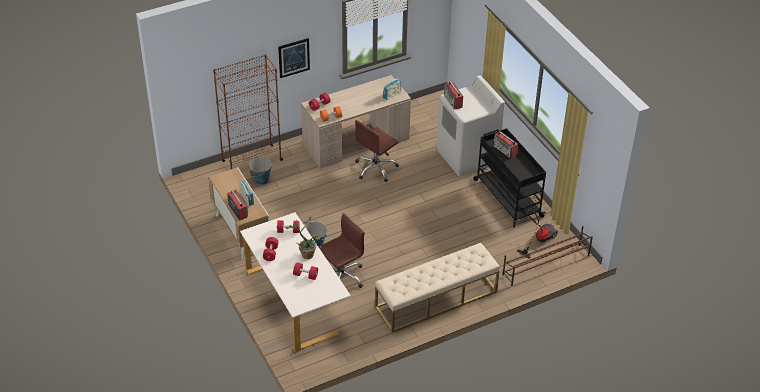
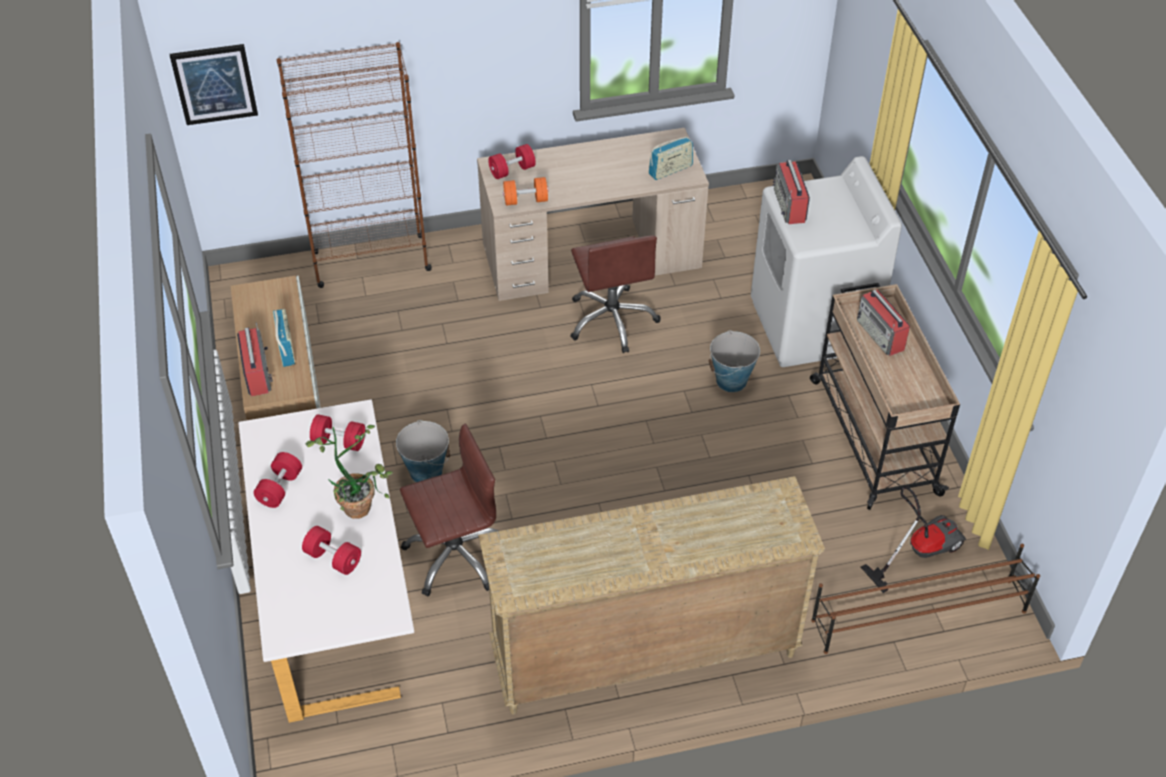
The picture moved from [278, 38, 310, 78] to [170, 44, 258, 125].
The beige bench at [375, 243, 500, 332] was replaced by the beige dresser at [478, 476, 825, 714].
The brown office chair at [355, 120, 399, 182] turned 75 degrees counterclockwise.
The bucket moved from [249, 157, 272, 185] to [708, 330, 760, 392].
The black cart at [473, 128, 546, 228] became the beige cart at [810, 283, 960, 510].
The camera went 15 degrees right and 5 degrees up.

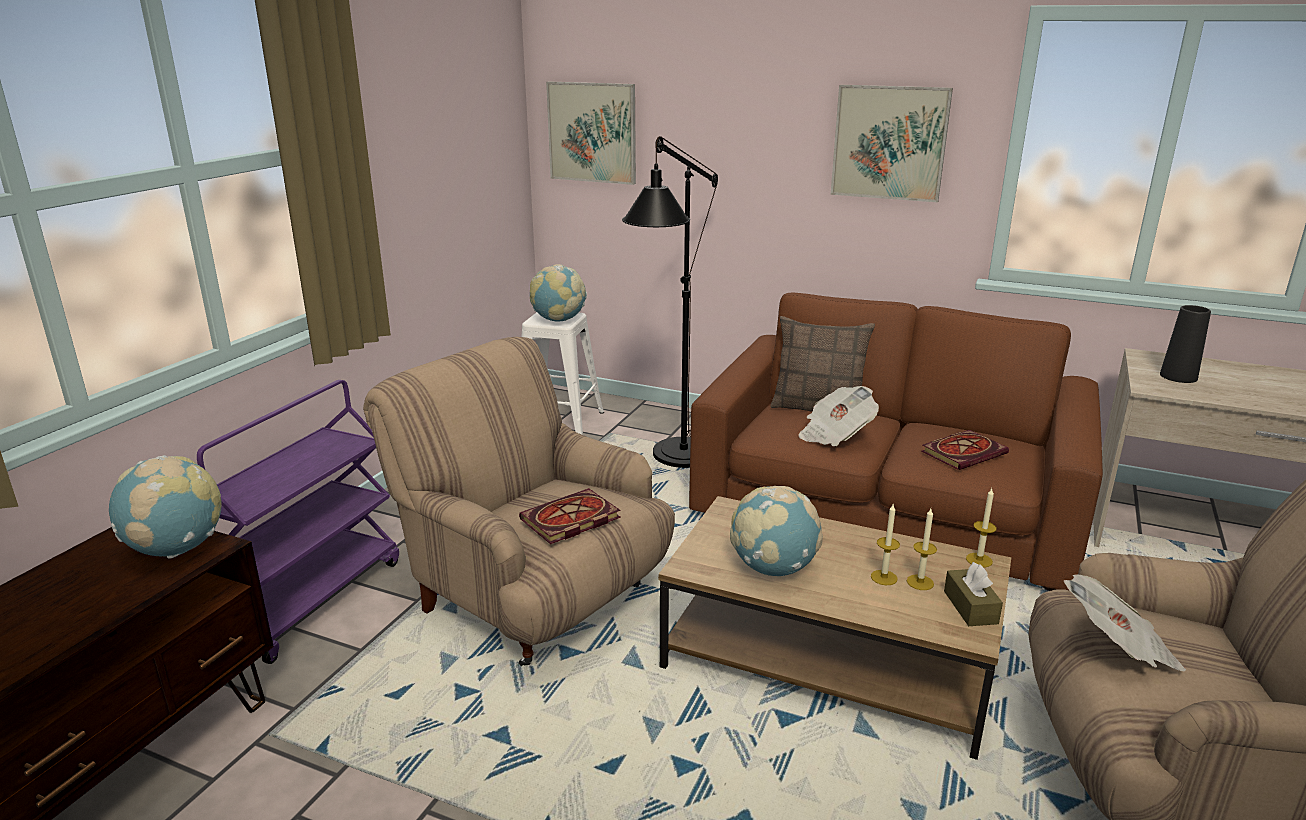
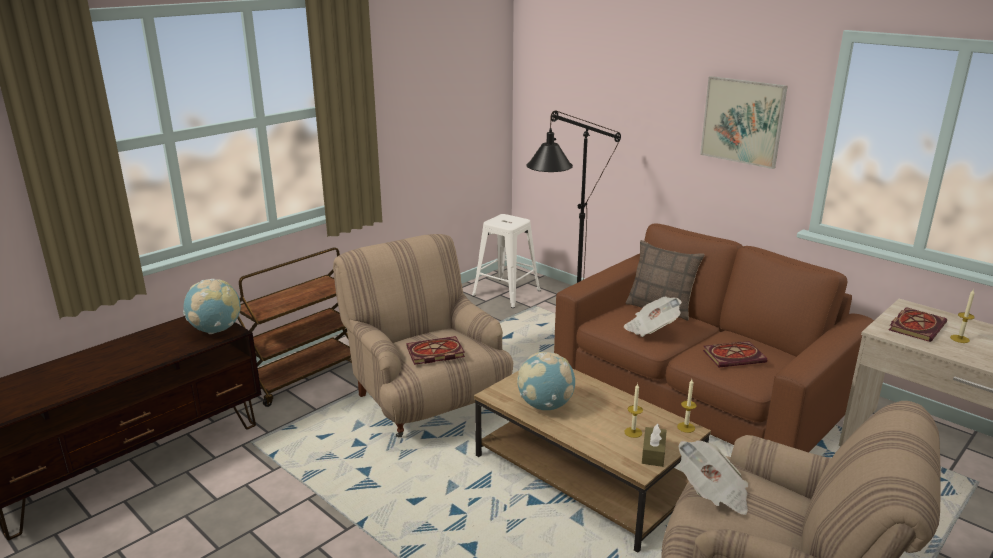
The purple cart at [197, 380, 399, 664] became the brown cart at [237, 247, 352, 407].
The black vase at [1160, 305, 1211, 383] was replaced by the book at [889, 307, 947, 342].
The candle moved from [871, 504, 900, 585] to [950, 289, 975, 343].
The globe at [530, 264, 587, 322] disappeared.
The picture at [546, 82, 636, 185] disappeared.
The camera went 20 degrees right and 0 degrees up.

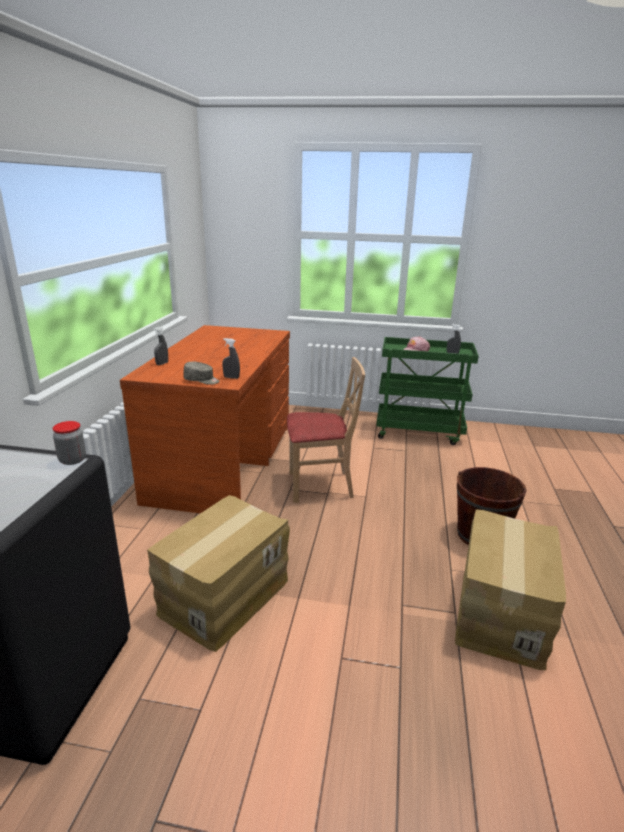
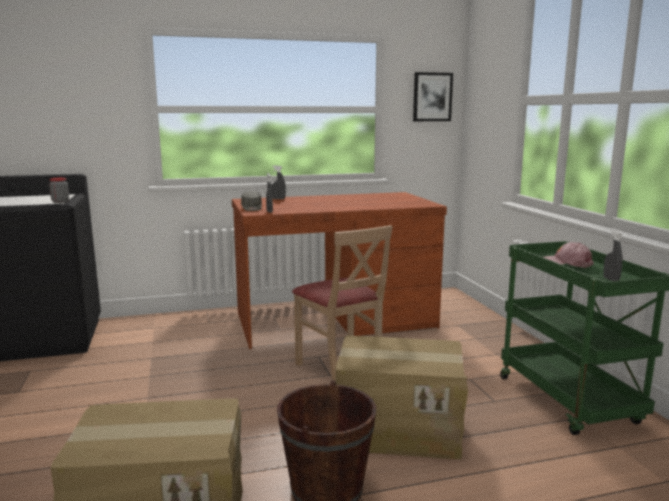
The cardboard box moved from [147, 495, 290, 652] to [336, 336, 468, 459].
The picture at [413, 72, 453, 121] appeared.
The camera went 65 degrees right and 10 degrees down.

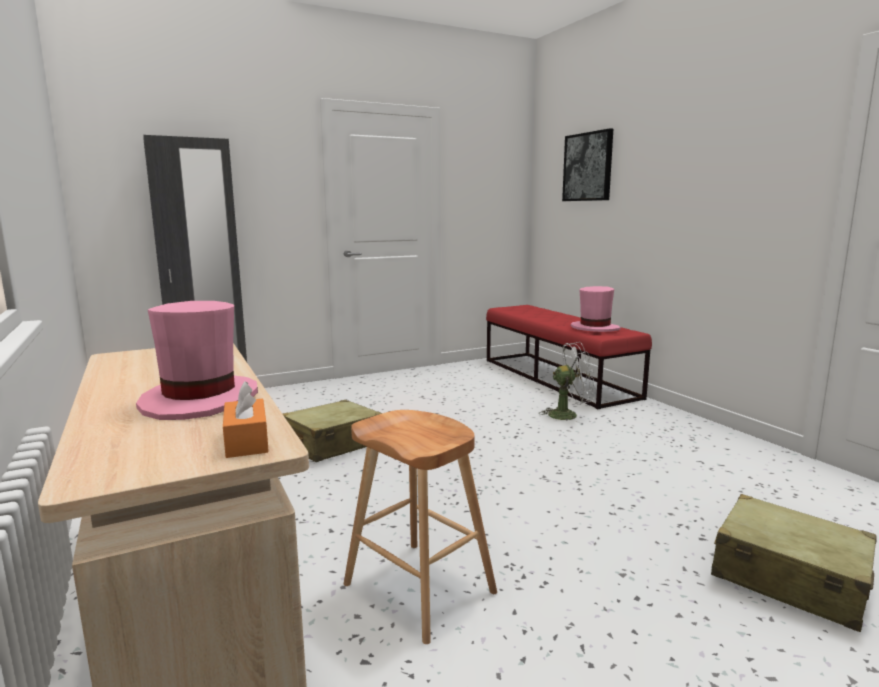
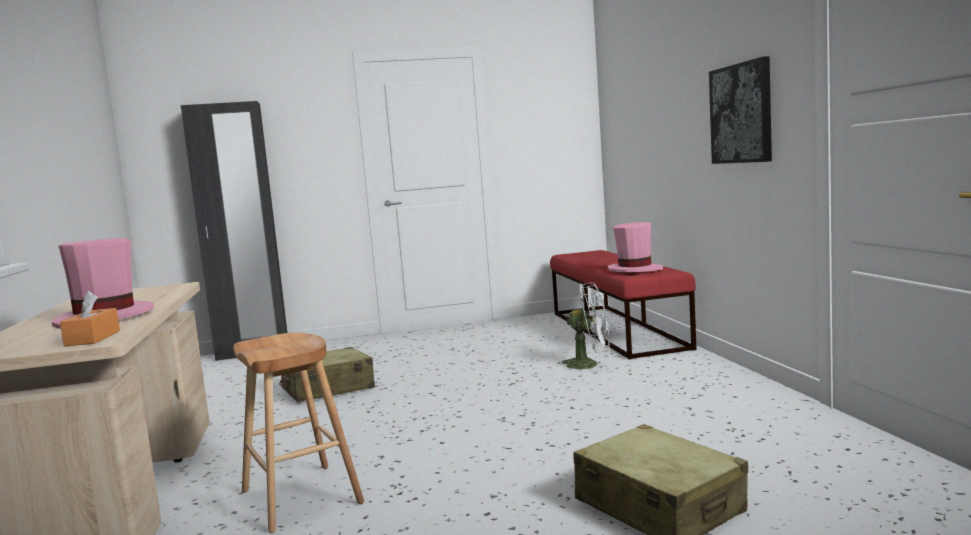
The picture moved from [562, 128, 613, 201] to [709, 56, 772, 164].
The camera went 15 degrees right and 5 degrees down.

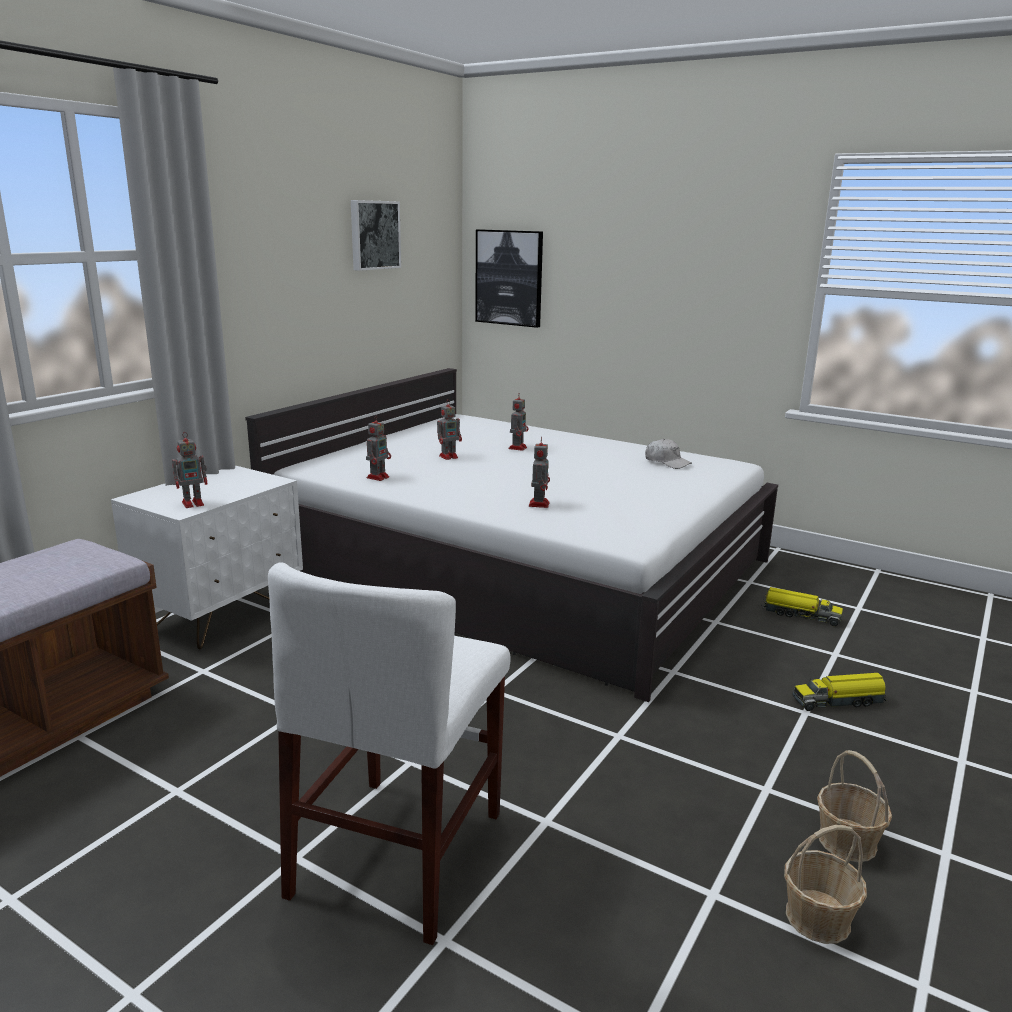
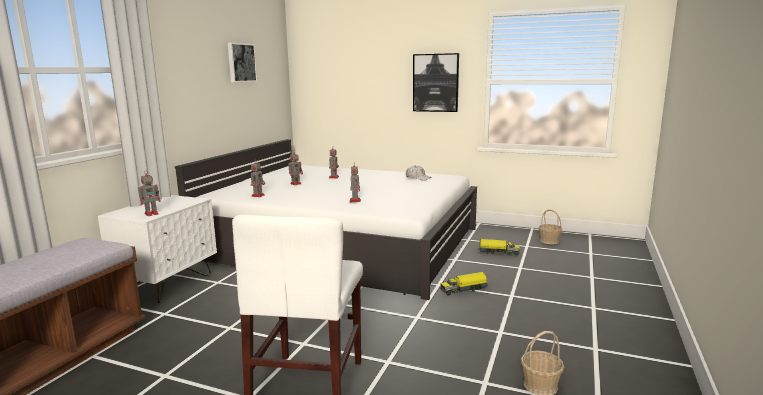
The picture moved from [475, 229, 543, 328] to [413, 53, 459, 112].
The toy truck moved from [793, 673, 887, 711] to [440, 272, 488, 295].
The basket moved from [817, 750, 892, 862] to [539, 209, 562, 244].
The camera went 10 degrees left and 5 degrees down.

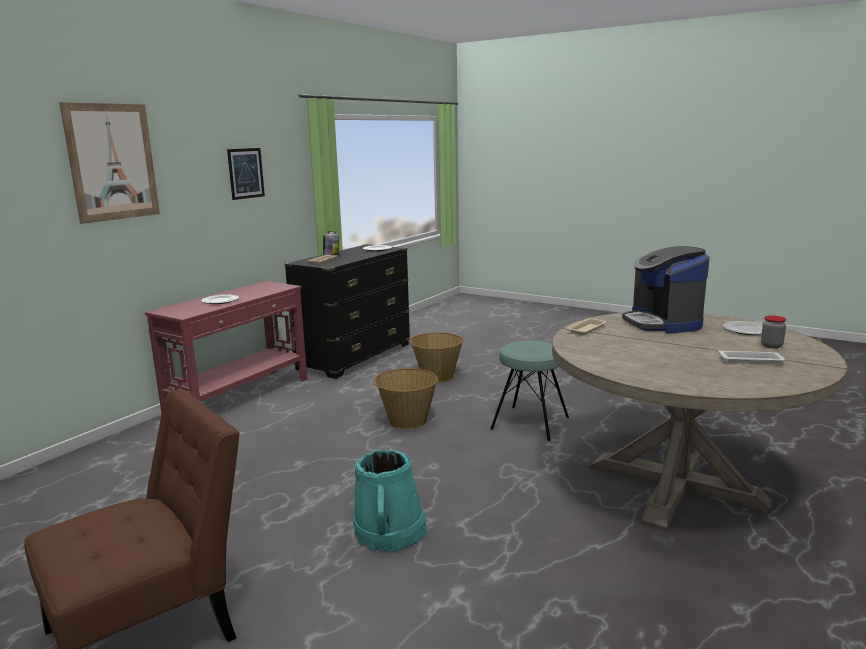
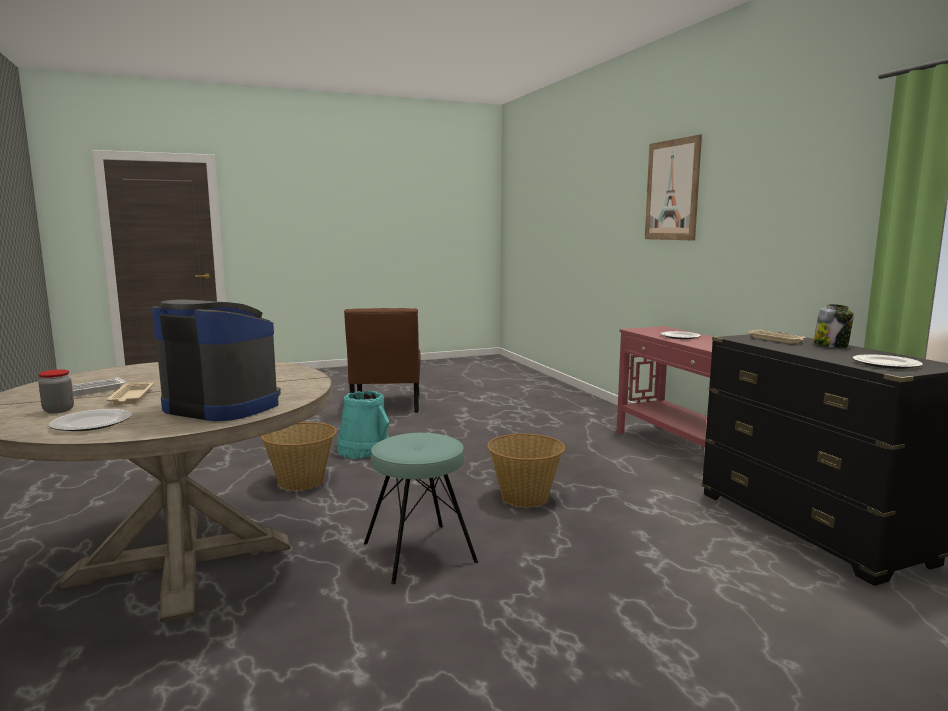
The beige tray moved from [566, 318, 607, 335] to [107, 382, 154, 405].
The basket moved from [409, 332, 463, 382] to [261, 422, 337, 491].
The picture at [227, 148, 265, 200] disappeared.
The camera went 125 degrees right and 5 degrees down.

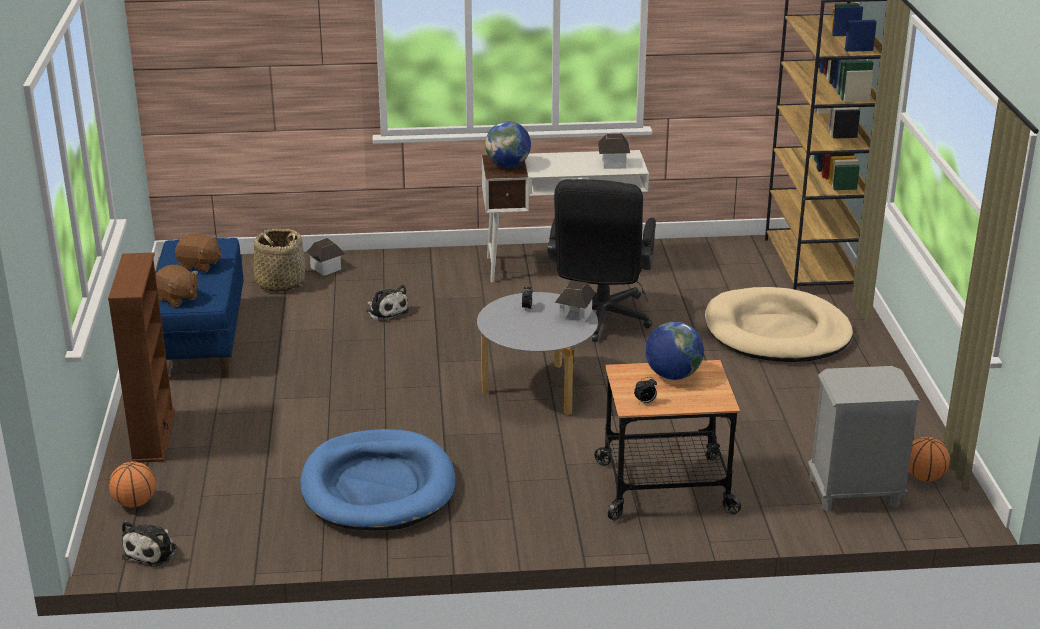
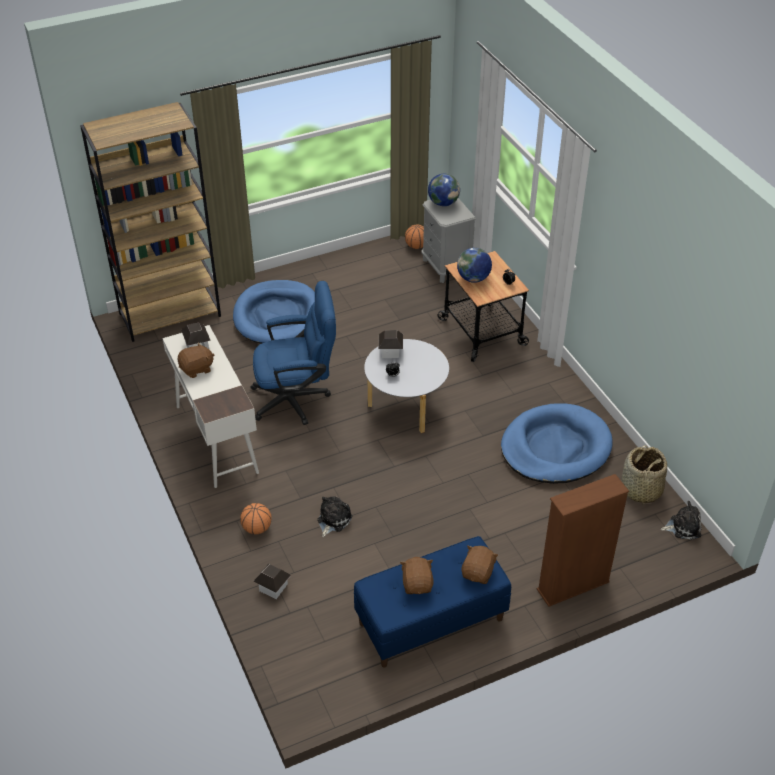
The brown plush toy at [178, 342, 215, 378] appeared.
The beige dog bed at [705, 287, 853, 362] became the blue dog bed at [233, 280, 315, 344].
The basketball moved from [109, 461, 156, 507] to [240, 503, 271, 534].
The black office chair at [548, 179, 656, 342] became the blue office chair at [250, 281, 336, 425].
The globe moved from [485, 121, 531, 167] to [428, 174, 460, 206].
The basket moved from [251, 229, 305, 292] to [622, 445, 667, 505].
The camera went 110 degrees left and 15 degrees up.

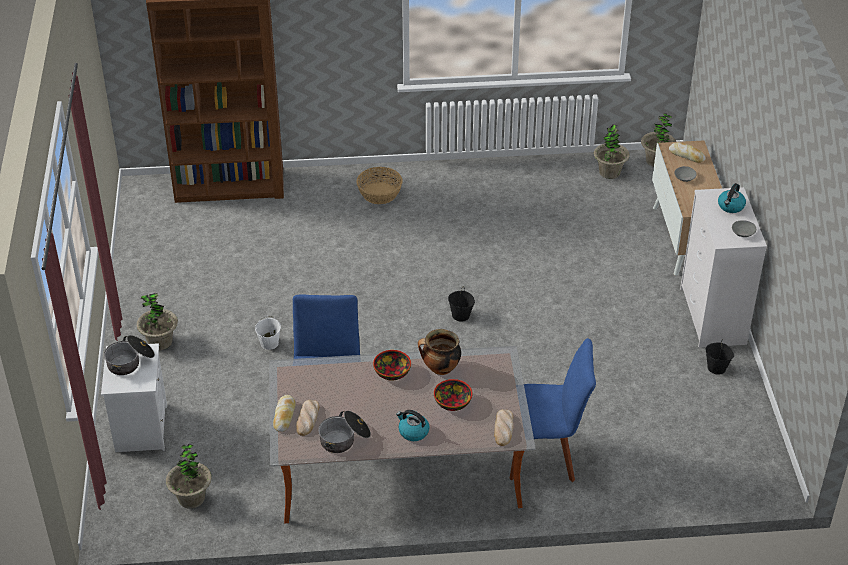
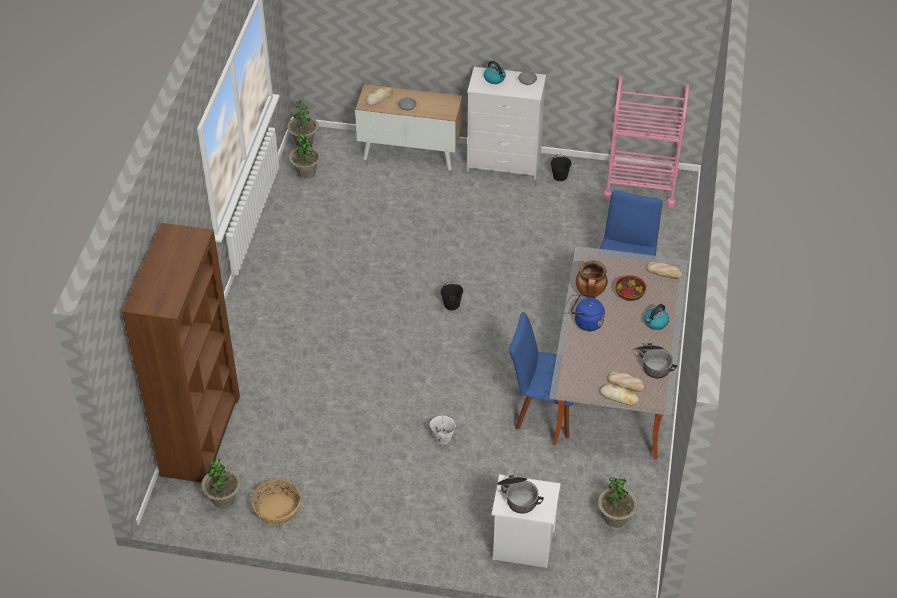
The potted plant moved from [136, 293, 178, 350] to [201, 458, 241, 508].
The basket moved from [356, 167, 403, 204] to [251, 479, 301, 525].
The bowl at [373, 350, 411, 381] was replaced by the blue kettle at [571, 294, 605, 331].
The pink cart at [603, 76, 690, 208] appeared.
The camera went 75 degrees left and 5 degrees up.

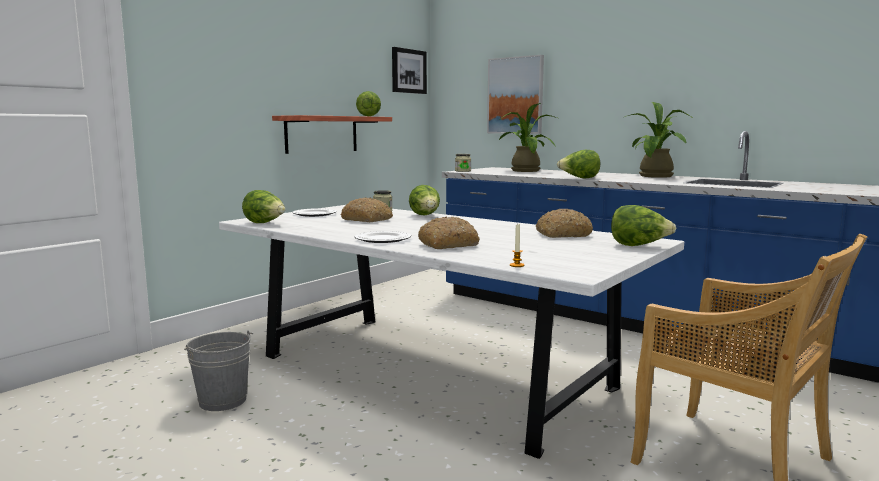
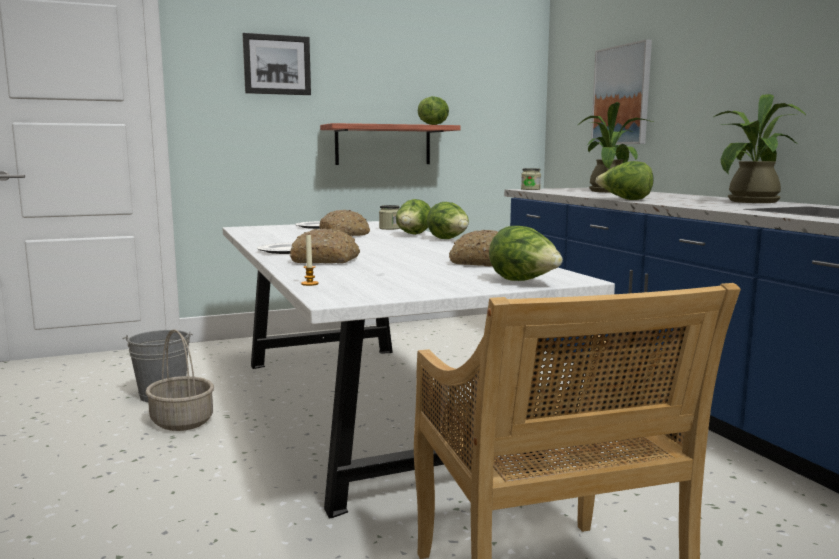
The basket at [145, 329, 214, 431] appeared.
The picture moved from [392, 47, 427, 94] to [243, 33, 311, 95].
The lettuce moved from [242, 190, 285, 223] to [427, 202, 469, 239].
The camera went 30 degrees right and 0 degrees up.

